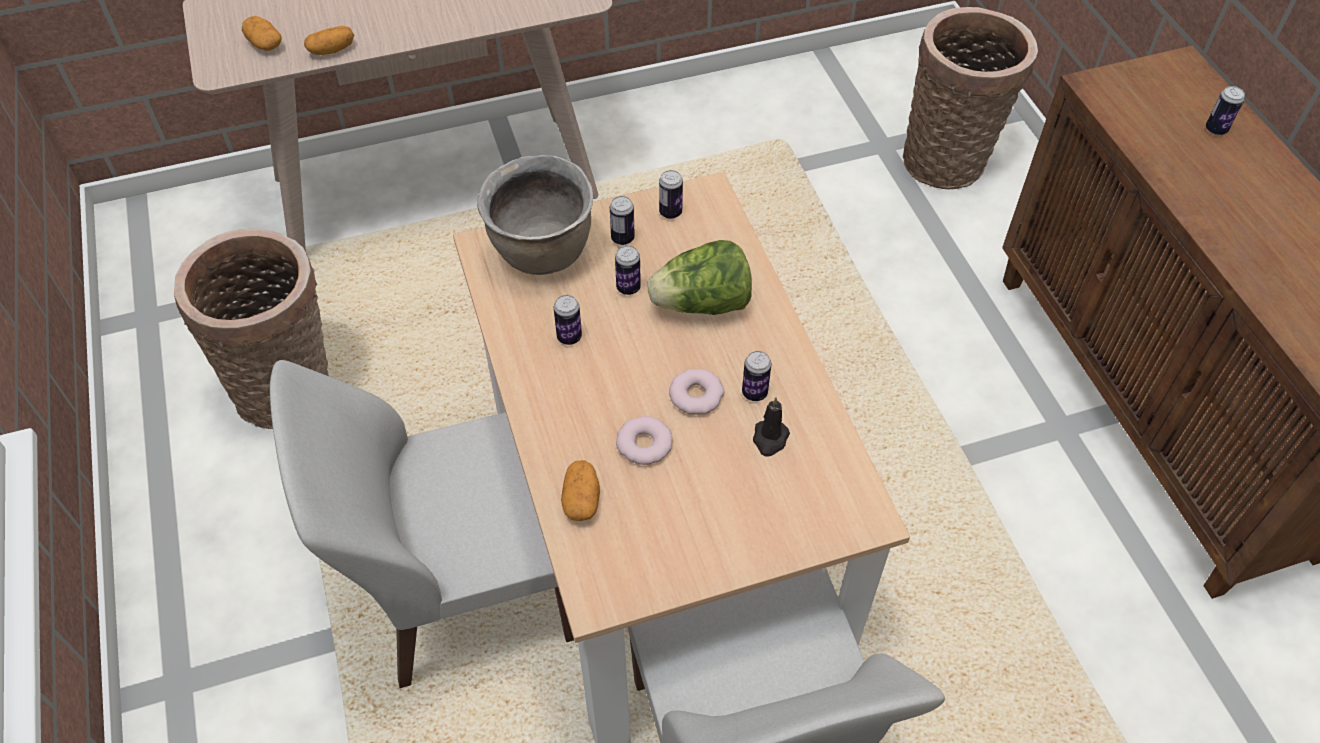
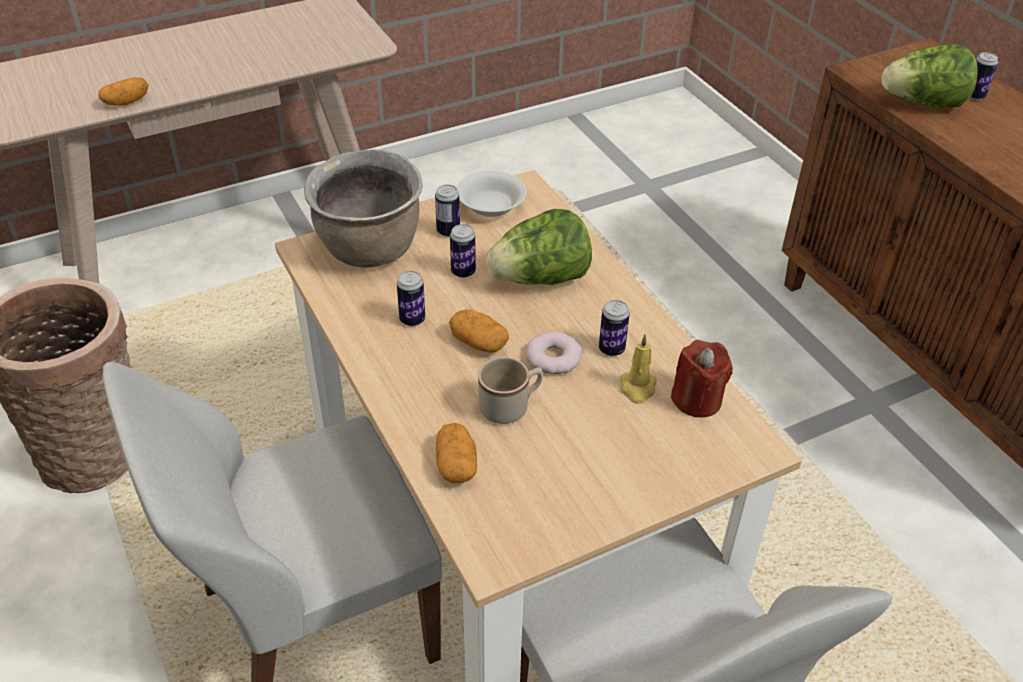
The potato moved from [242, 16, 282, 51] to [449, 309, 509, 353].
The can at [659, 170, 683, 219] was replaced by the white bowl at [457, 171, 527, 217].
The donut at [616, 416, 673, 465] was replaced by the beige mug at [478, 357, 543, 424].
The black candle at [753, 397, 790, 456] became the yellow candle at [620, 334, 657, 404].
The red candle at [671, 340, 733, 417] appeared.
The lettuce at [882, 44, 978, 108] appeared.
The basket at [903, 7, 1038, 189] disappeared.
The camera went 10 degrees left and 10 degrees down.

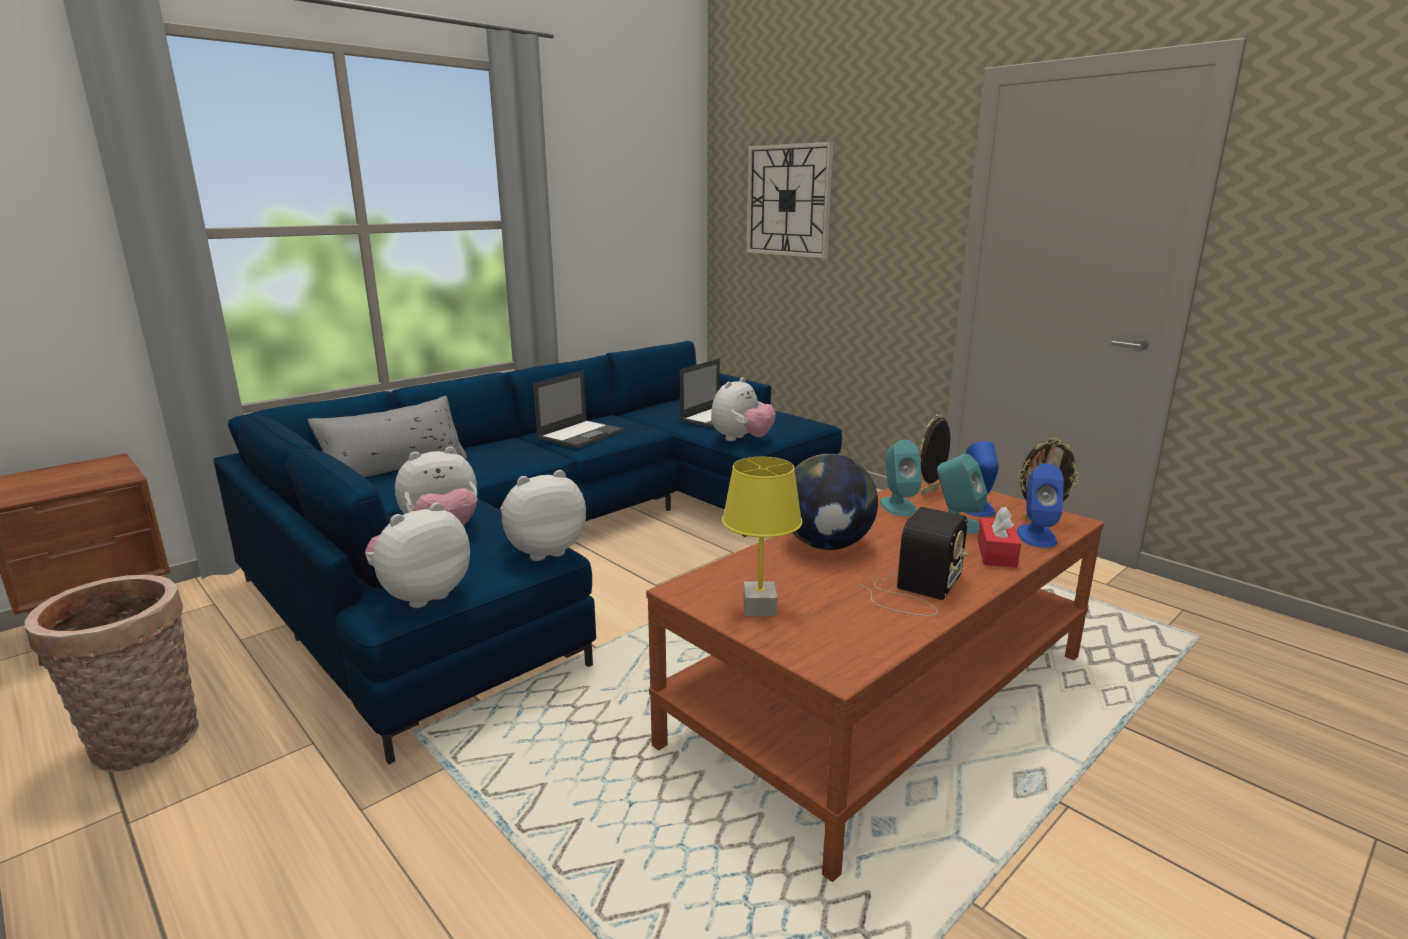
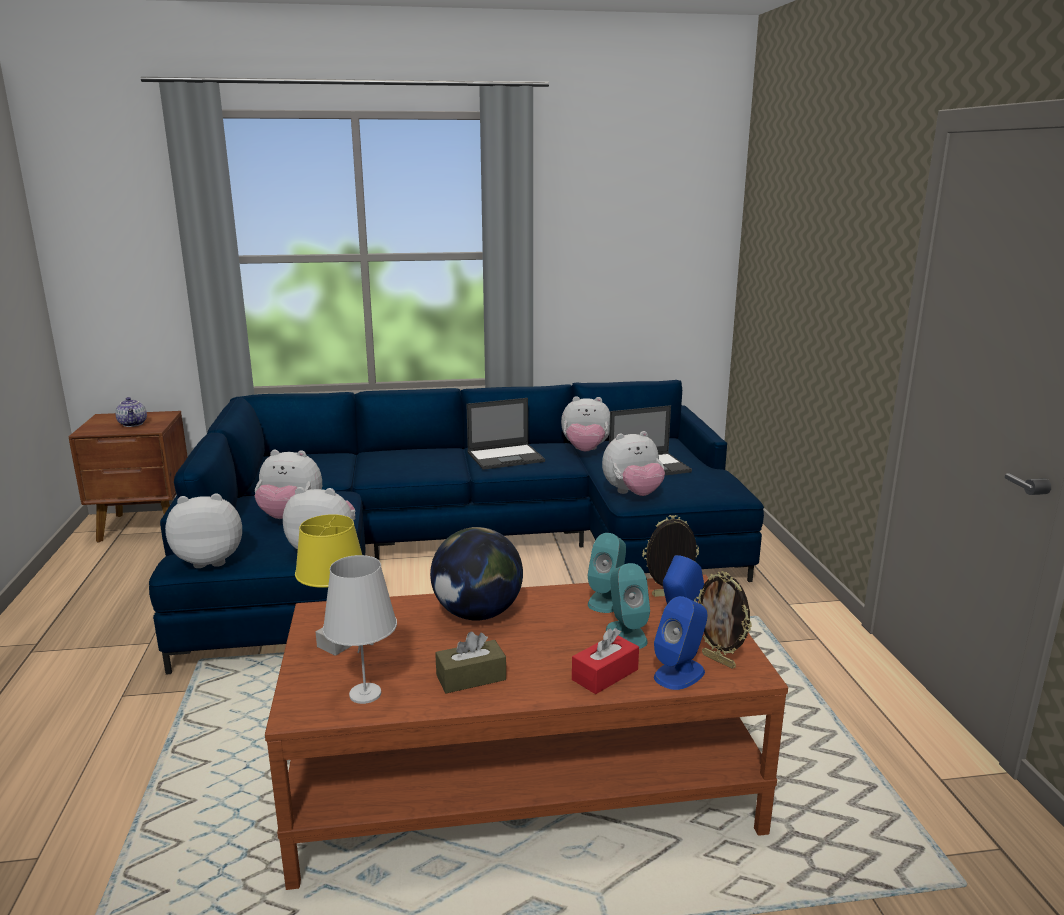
The teapot at [115, 397, 147, 427] appeared.
The white table lamp at [322, 555, 397, 704] appeared.
The radio at [857, 507, 969, 616] was replaced by the brown tissue box at [435, 632, 506, 693].
The plush toy at [561, 396, 610, 452] appeared.
The basket at [24, 575, 199, 772] disappeared.
The grey pillow at [308, 396, 468, 477] disappeared.
The wall clock at [747, 142, 833, 258] disappeared.
The camera went 35 degrees right and 0 degrees up.

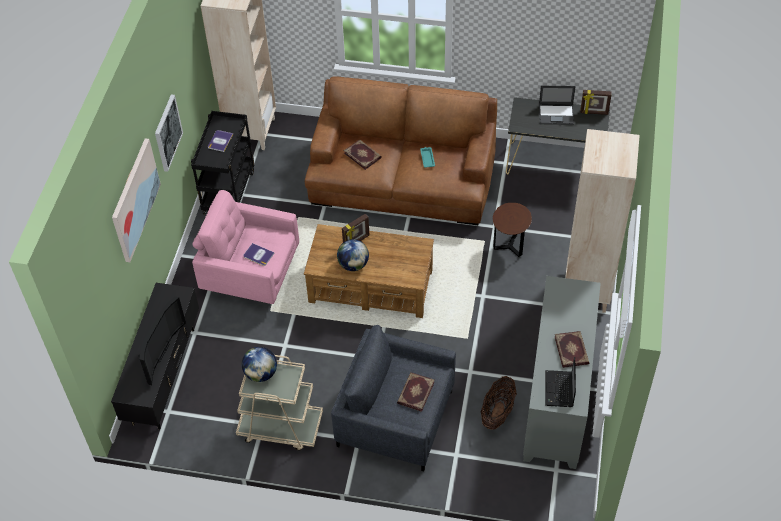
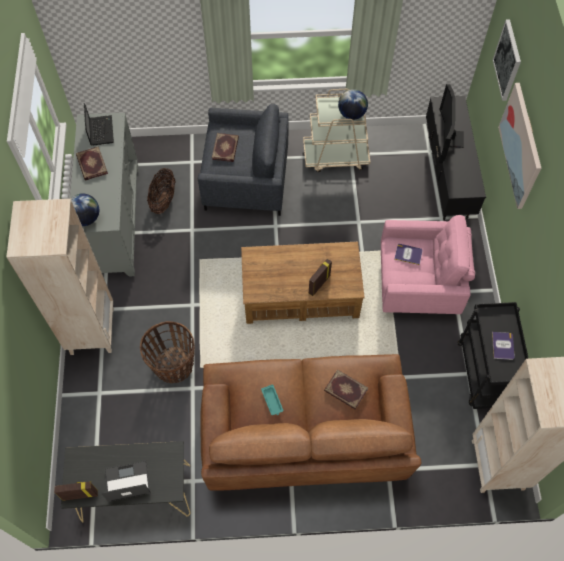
The globe moved from [337, 239, 369, 271] to [70, 193, 99, 226].
The brown side table at [493, 203, 532, 257] was replaced by the basket at [140, 321, 195, 383].
The picture moved from [155, 94, 183, 172] to [493, 19, 521, 101].
The camera went 165 degrees right and 10 degrees up.

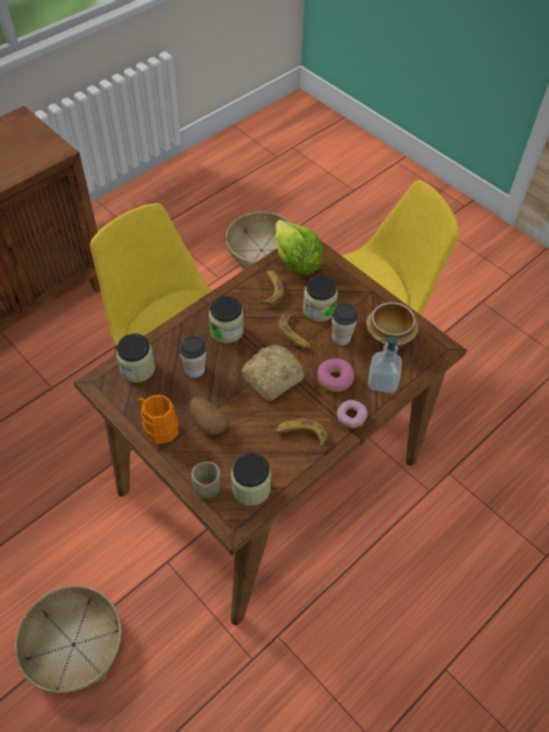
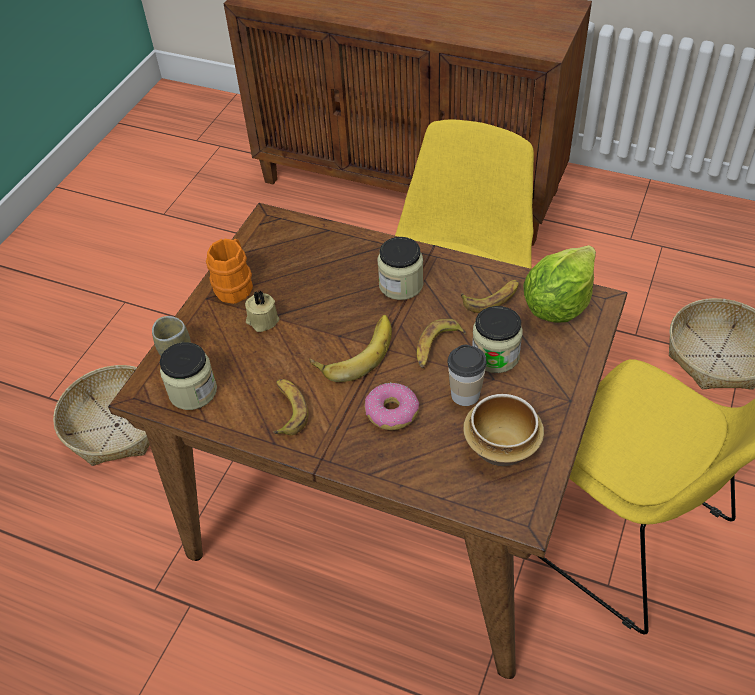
The potato at [190, 397, 229, 435] was replaced by the beige candle at [245, 290, 279, 332].
The bread at [242, 345, 304, 401] was replaced by the banana at [309, 315, 392, 382].
The jar at [116, 334, 155, 382] disappeared.
The cup at [179, 335, 207, 378] disappeared.
The donut at [337, 400, 368, 428] disappeared.
The soap dispenser at [368, 336, 402, 393] disappeared.
The camera went 70 degrees right and 5 degrees down.

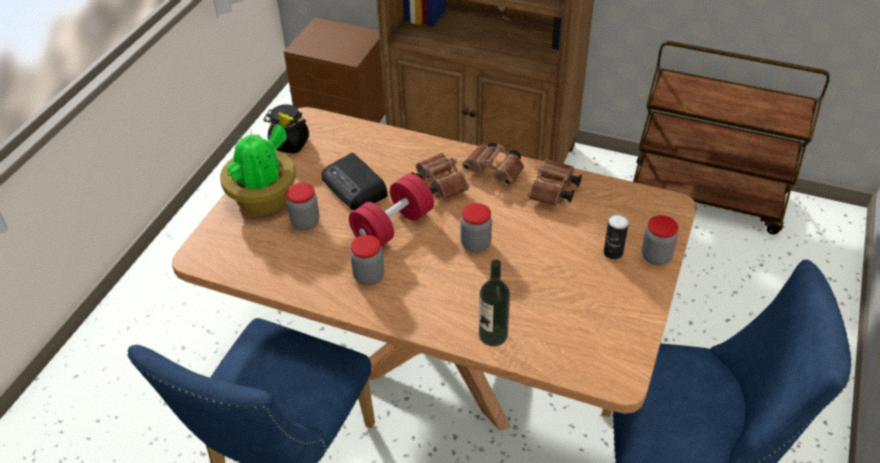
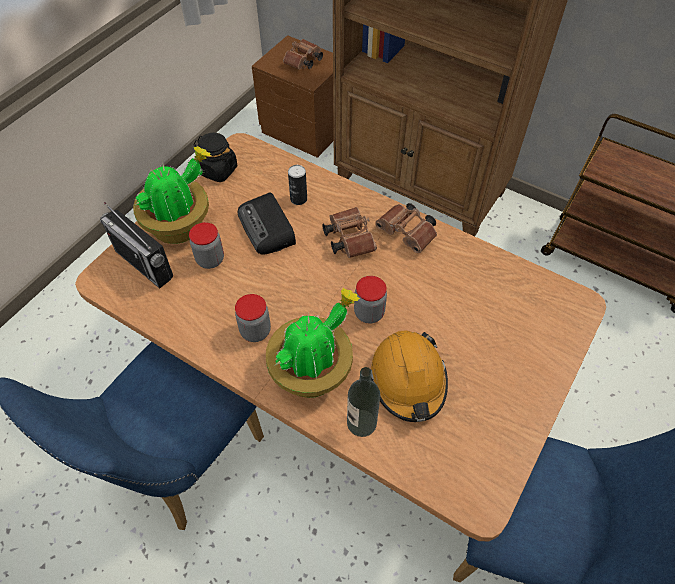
The radio at [100, 202, 173, 289] appeared.
The potted plant at [266, 288, 360, 398] appeared.
The brown binoculars moved from [528, 159, 582, 206] to [283, 39, 323, 70].
The can moved from [603, 214, 629, 260] to [288, 165, 307, 205].
The orange hard hat at [371, 330, 448, 422] appeared.
The red dumbbell at [349, 173, 434, 247] disappeared.
The jar at [641, 215, 678, 265] disappeared.
The camera went 10 degrees right and 10 degrees up.

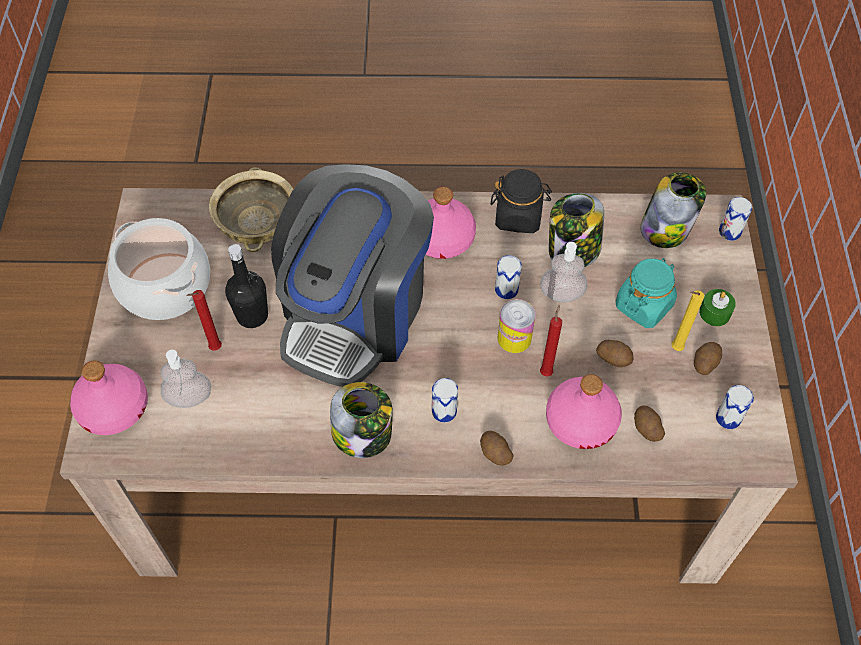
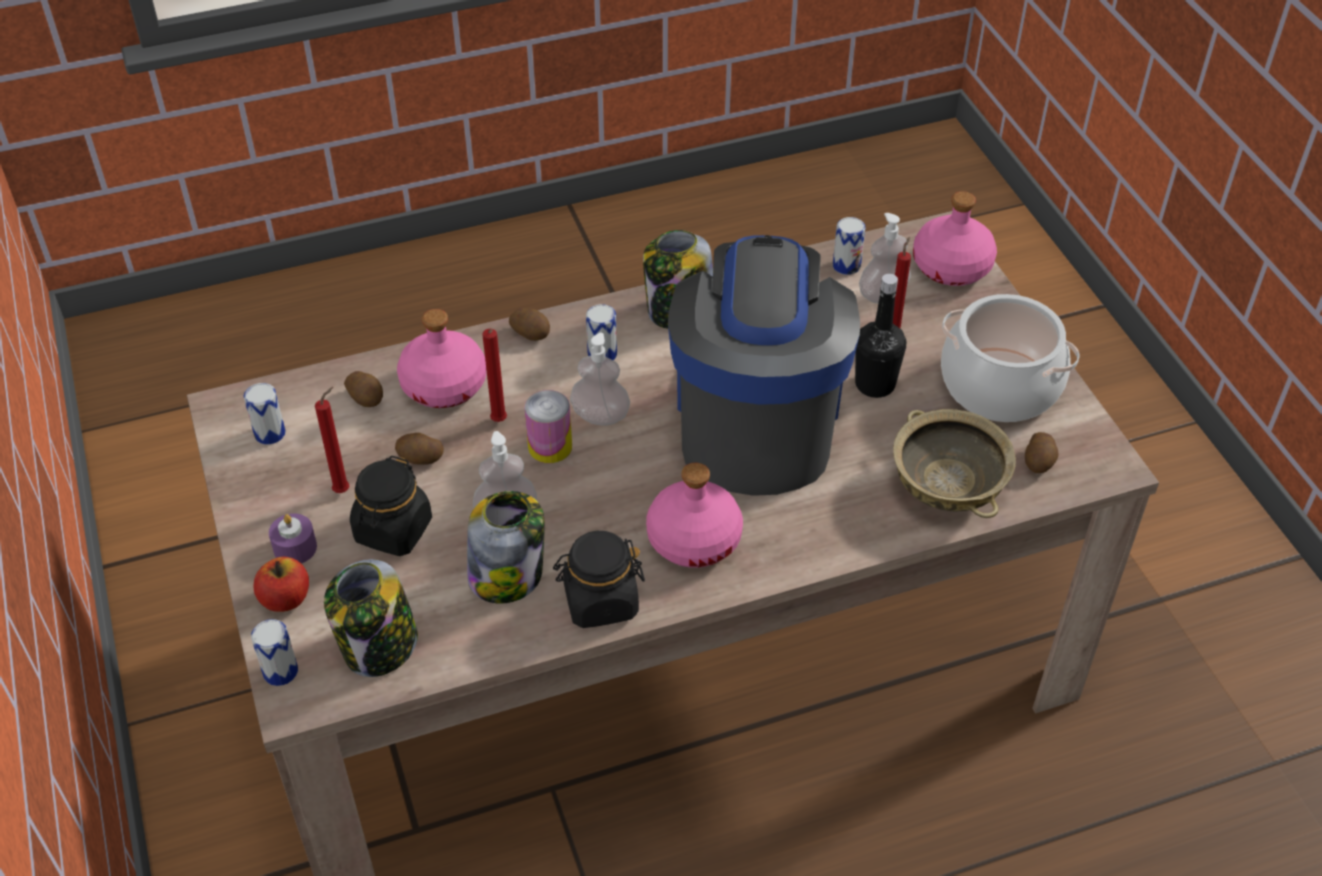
The apple at [254, 557, 309, 612] appeared.
The green candle at [699, 289, 736, 326] became the purple candle at [269, 514, 317, 563].
The yellow candle at [672, 291, 704, 351] became the red candle at [315, 387, 349, 493].
The turquoise jar at [616, 258, 677, 328] became the black jar at [350, 456, 432, 556].
The soap dispenser at [570, 333, 630, 425] appeared.
The can moved from [495, 255, 522, 299] to [833, 217, 866, 275].
The potato moved from [694, 342, 722, 375] to [1025, 432, 1059, 473].
The camera went 160 degrees right and 10 degrees down.

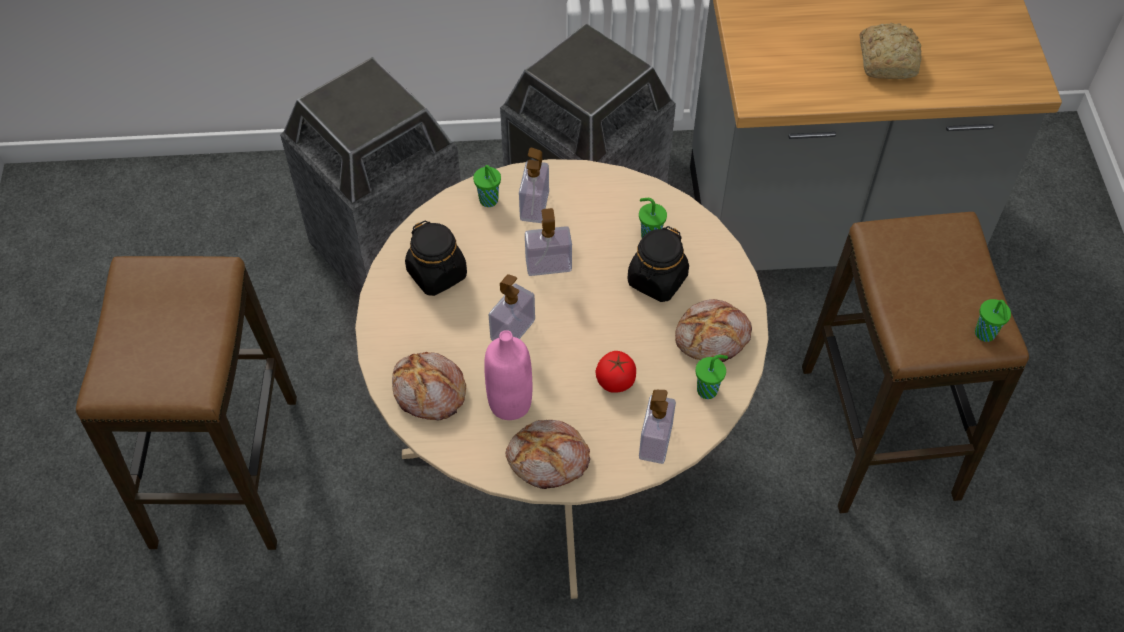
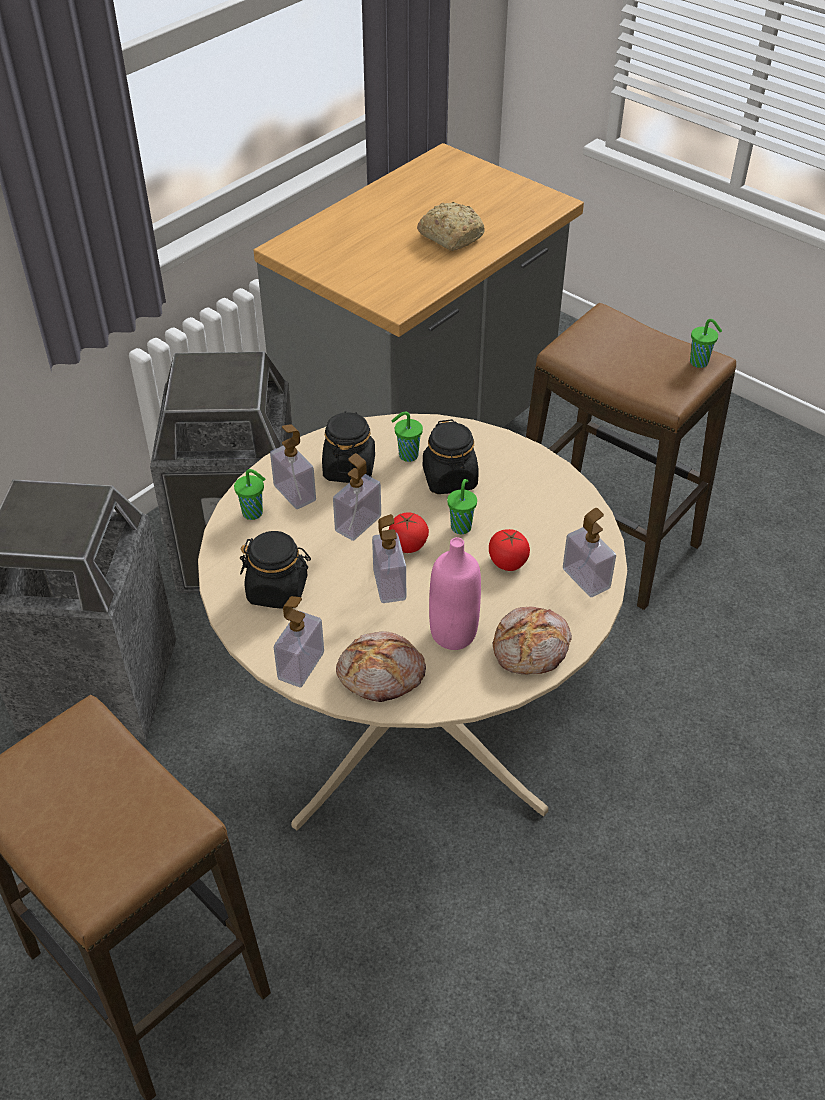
The soap dispenser at [274, 596, 324, 687] appeared.
The black jar at [322, 411, 375, 483] appeared.
The tomato at [389, 513, 429, 553] appeared.
The green cup moved from [696, 355, 728, 399] to [447, 479, 477, 534].
The bread at [675, 299, 752, 362] disappeared.
The camera went 45 degrees left and 10 degrees down.

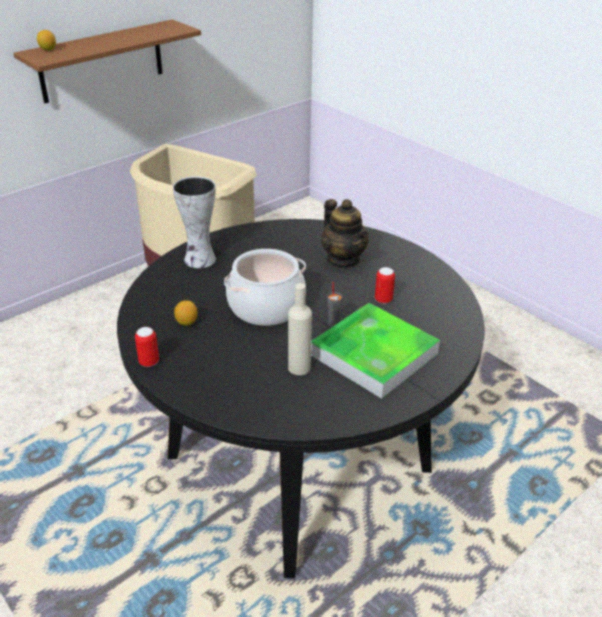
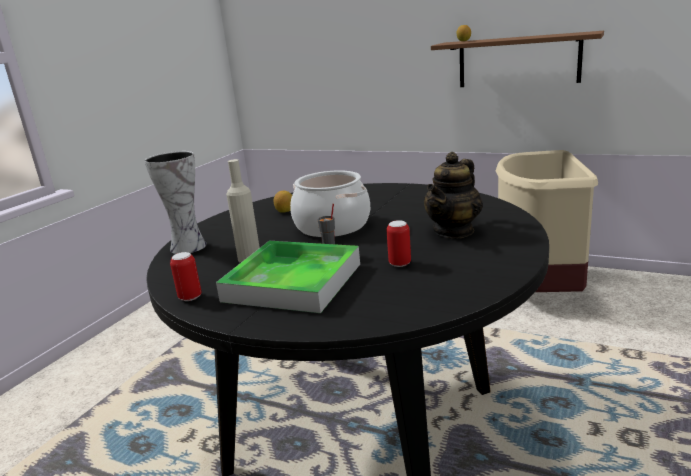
The vase moved from [173, 176, 216, 268] to [144, 151, 207, 254].
The can moved from [135, 327, 159, 367] to [170, 252, 202, 301].
The camera went 70 degrees right and 15 degrees down.

